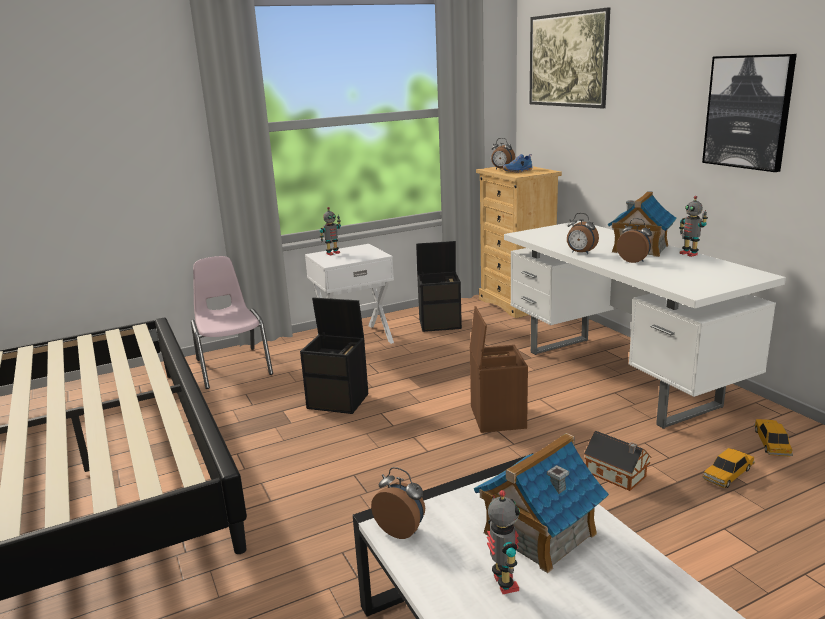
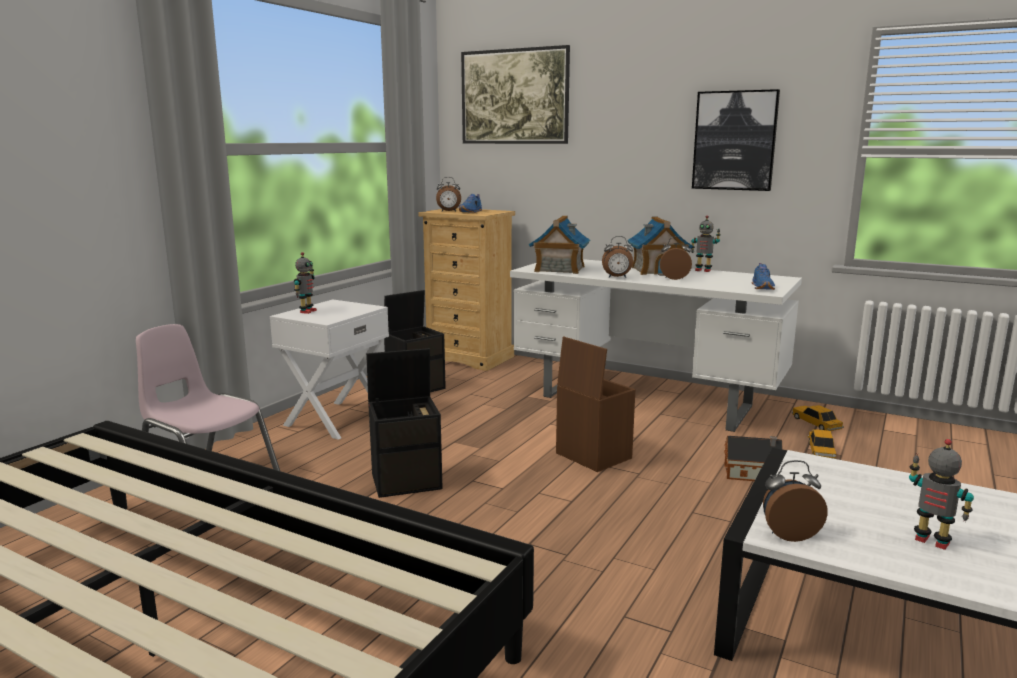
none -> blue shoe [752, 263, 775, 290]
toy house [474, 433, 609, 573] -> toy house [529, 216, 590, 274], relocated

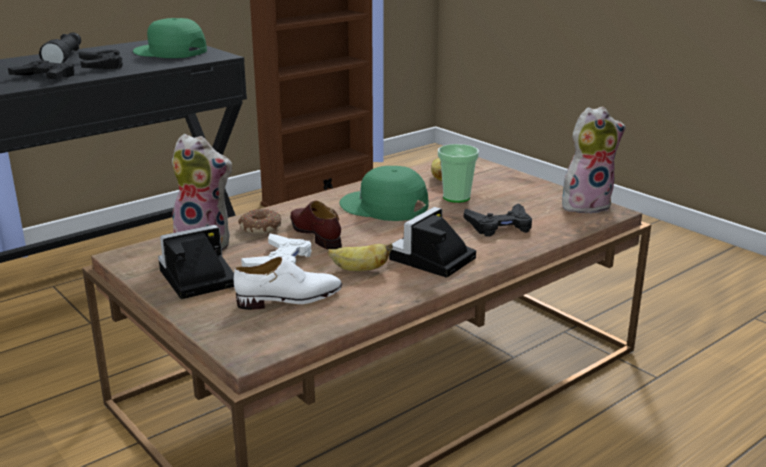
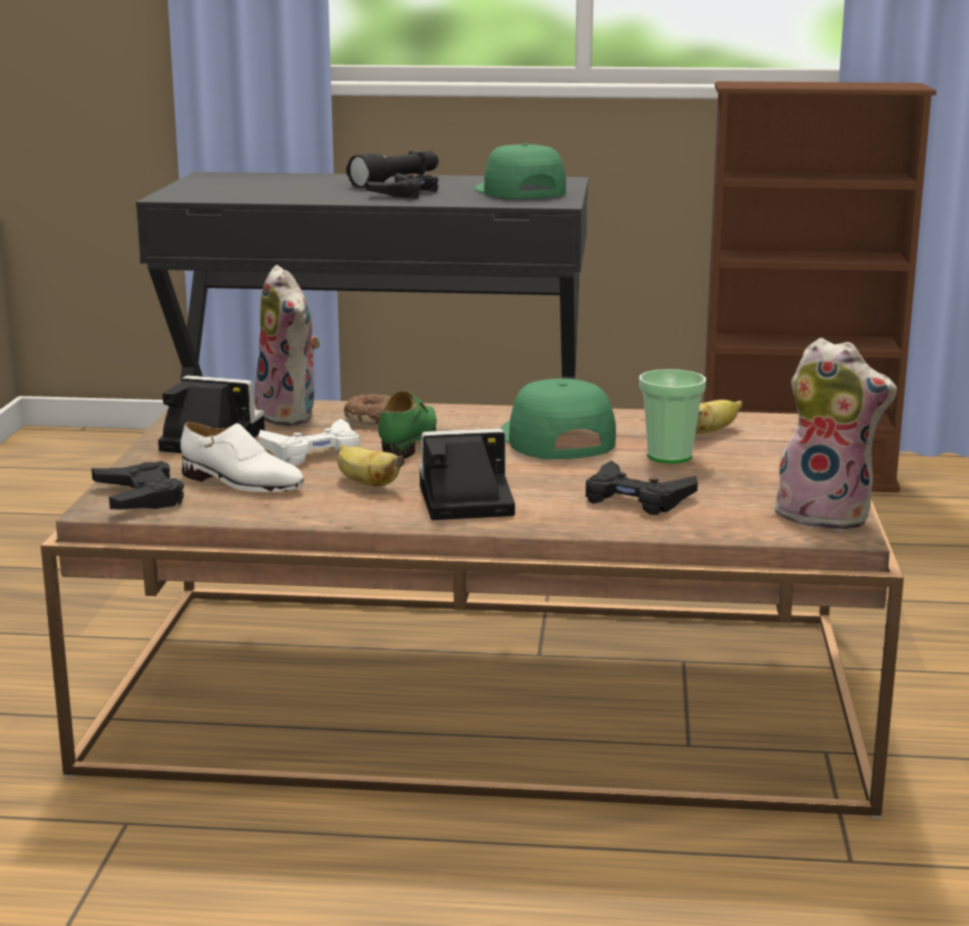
black game controller [8, 60, 74, 79] -> black game controller [91, 461, 184, 510], relocated
brown shoe [291, 201, 342, 249] -> green shoe [378, 390, 437, 459]

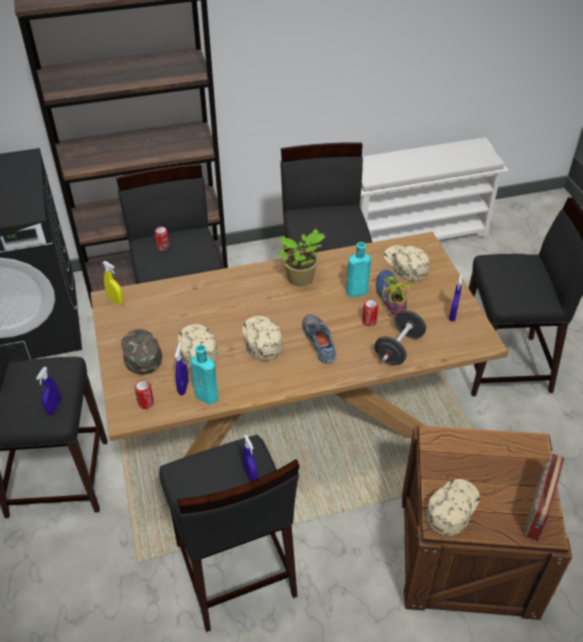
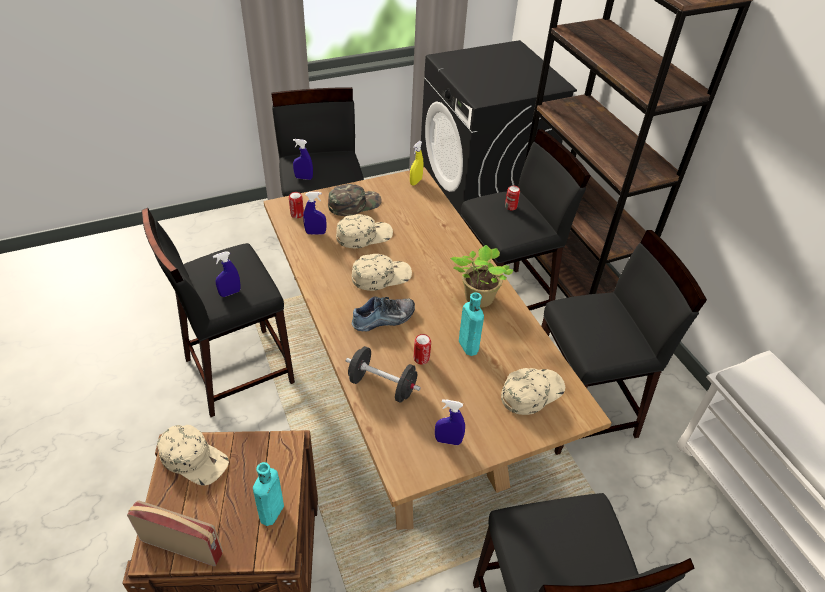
shoe [376, 270, 413, 318] -> none
turquoise bottle [191, 345, 218, 404] -> turquoise bottle [253, 462, 284, 526], relocated

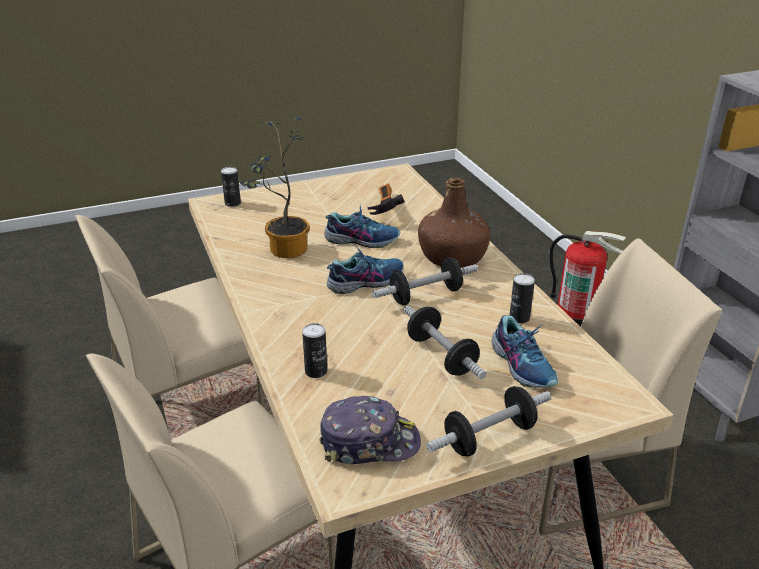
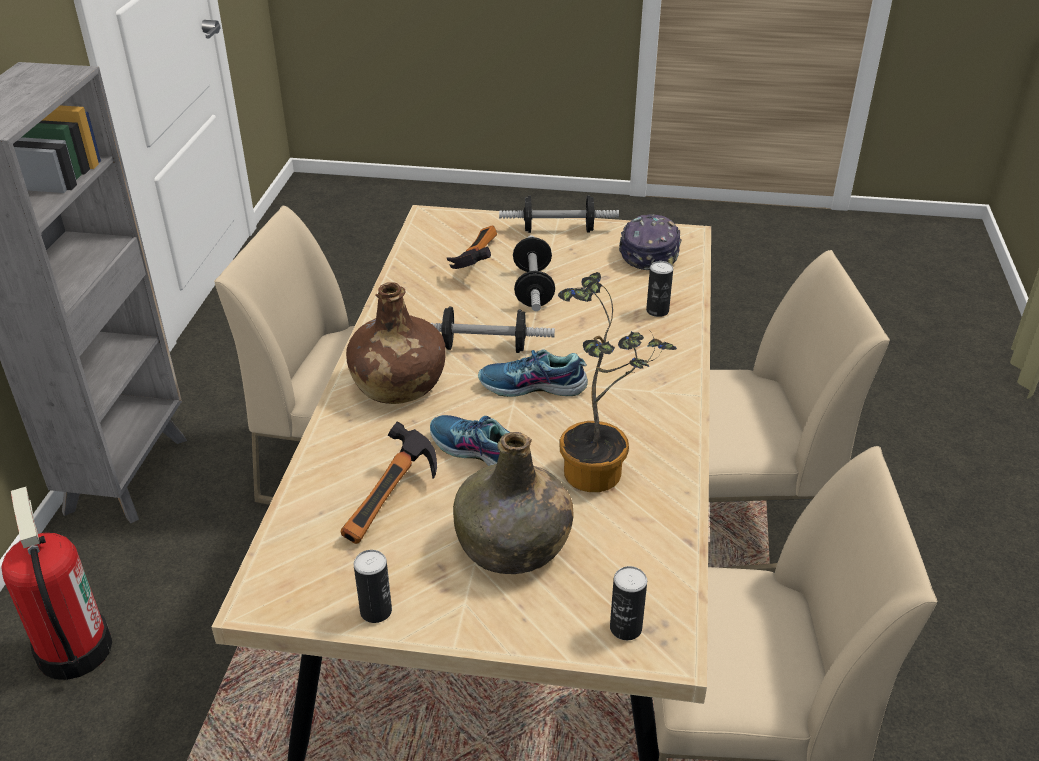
none -> green bottle [453, 432, 574, 574]
can [510, 273, 535, 323] -> can [354, 550, 392, 623], relocated
shoe [491, 315, 558, 388] -> hammer [447, 225, 497, 269]
cap [319, 396, 421, 464] -> cap [619, 214, 682, 270], 75 degrees clockwise

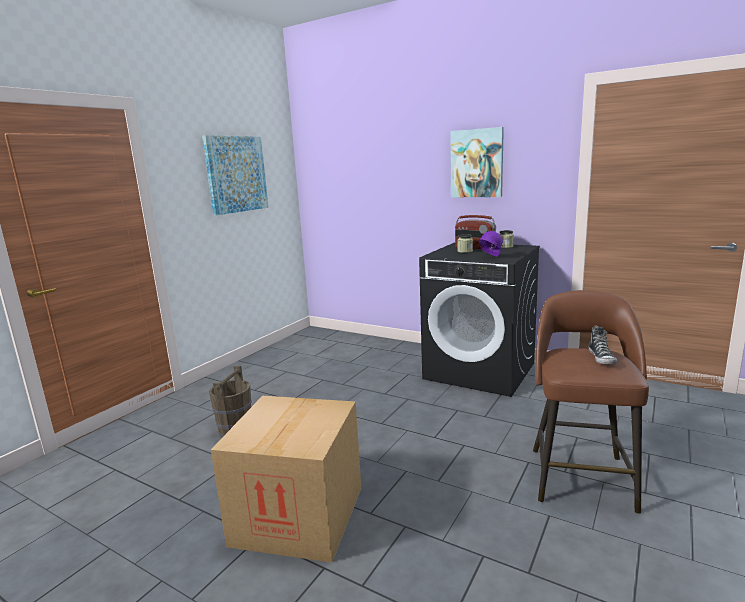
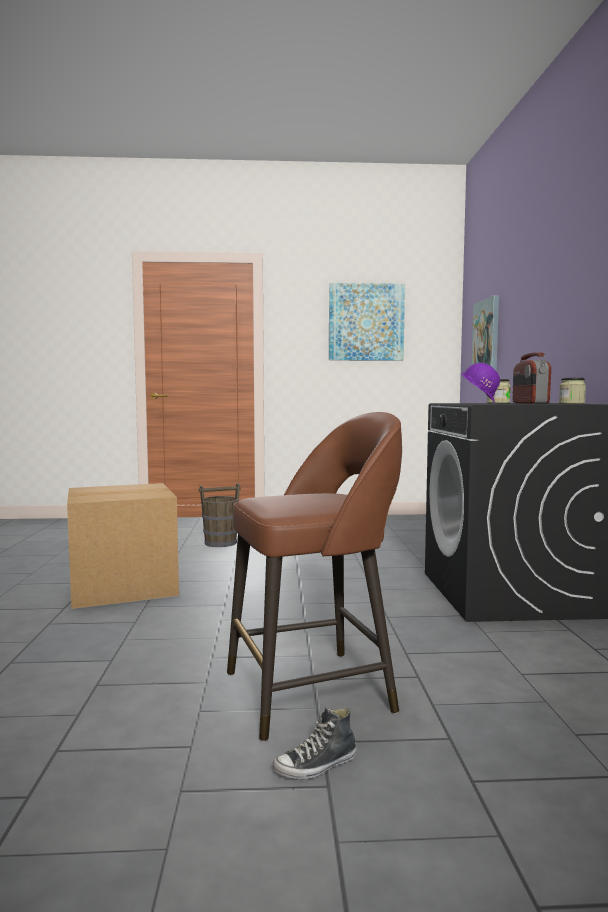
picture [450, 127, 504, 197] -> picture [471, 295, 499, 371], relocated
shoe [589, 326, 617, 365] -> shoe [272, 706, 356, 779], relocated

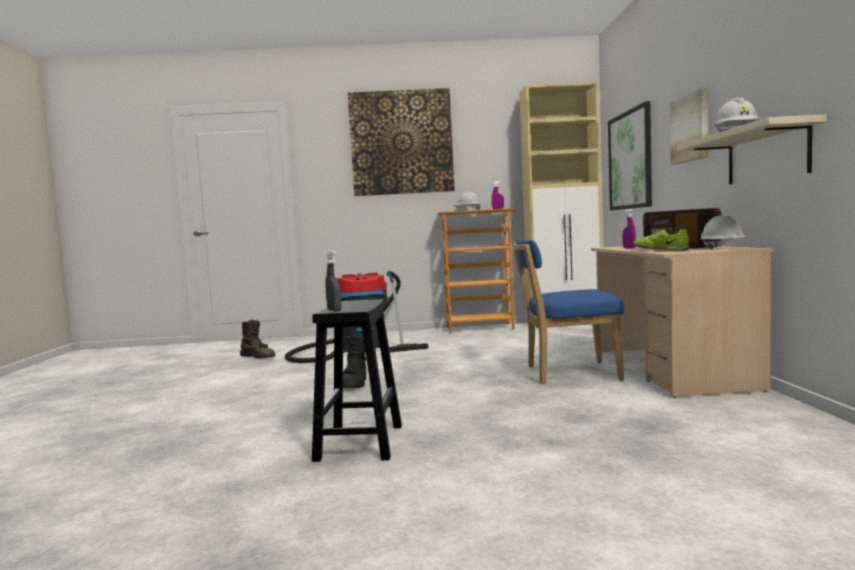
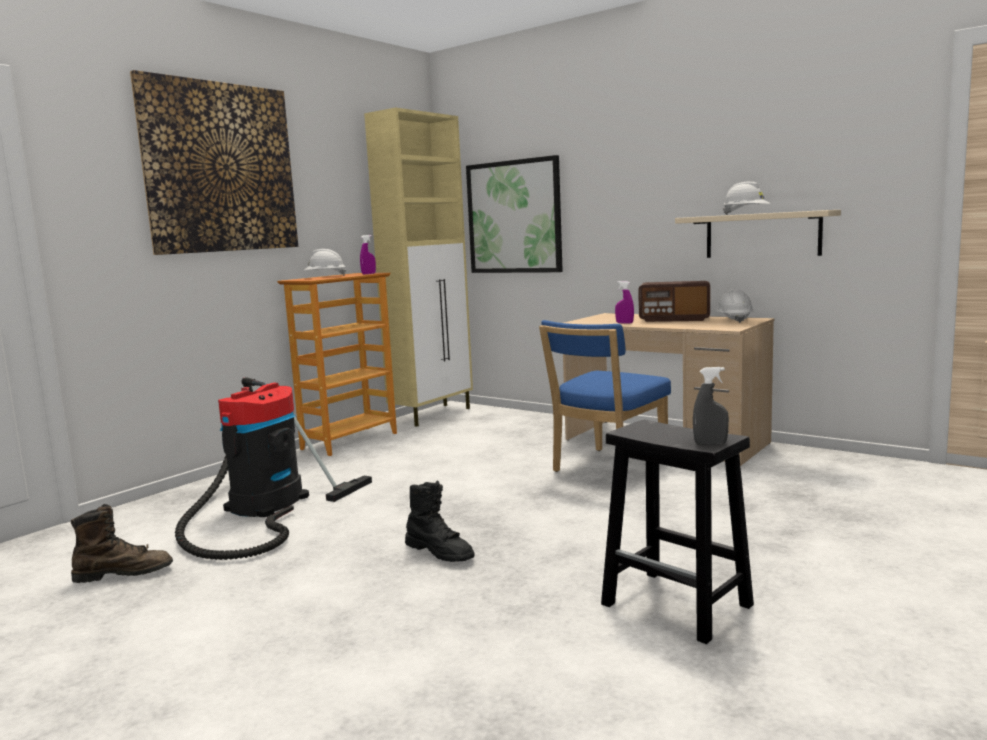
shoe [633, 228, 690, 251] -> none
picture [670, 87, 708, 165] -> none

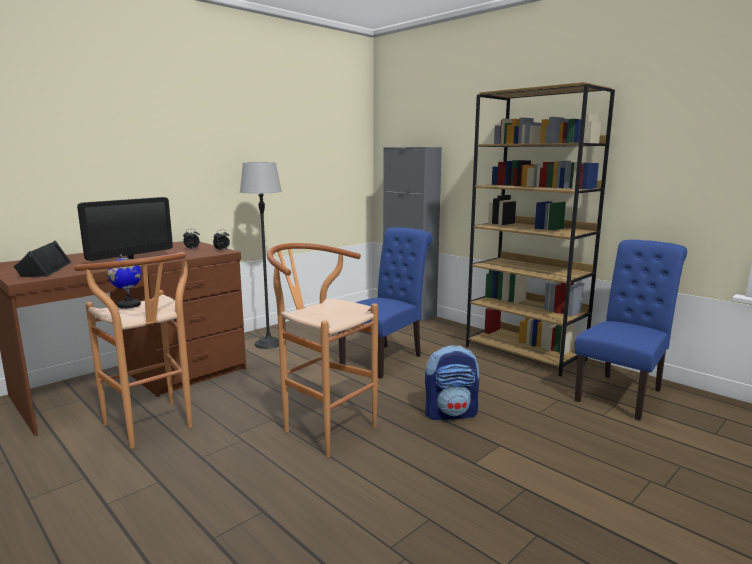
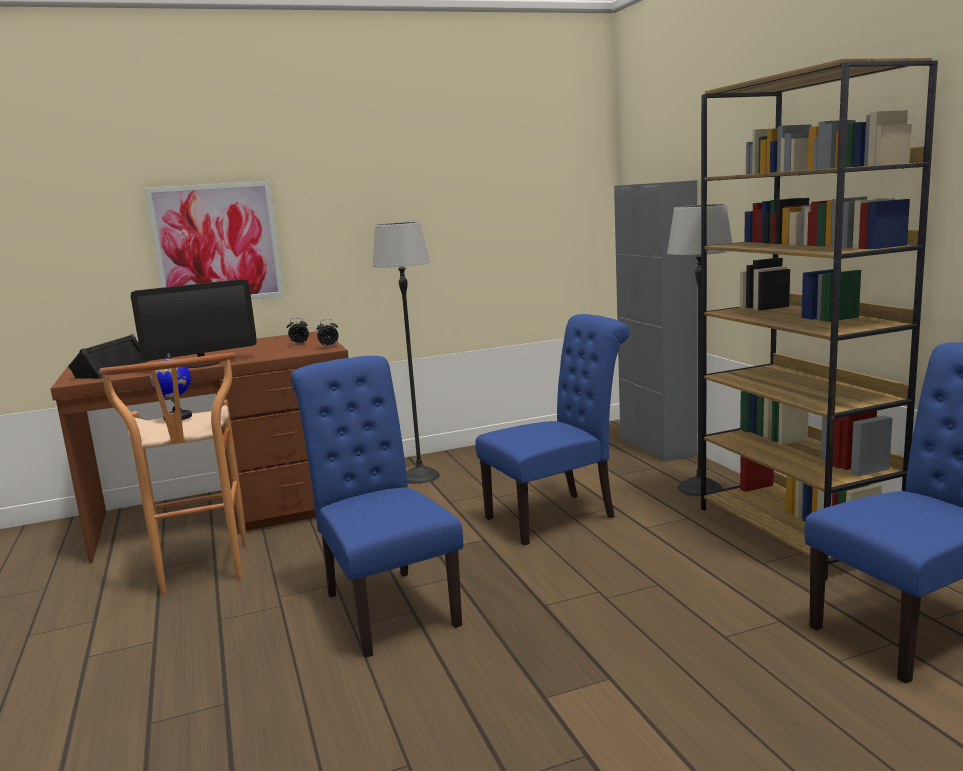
backpack [425, 345, 479, 420] -> none
none -> picture [144, 181, 284, 300]
none -> floor lamp [667, 204, 733, 497]
brown stool [267, 243, 378, 458] -> blue chair [291, 356, 463, 658]

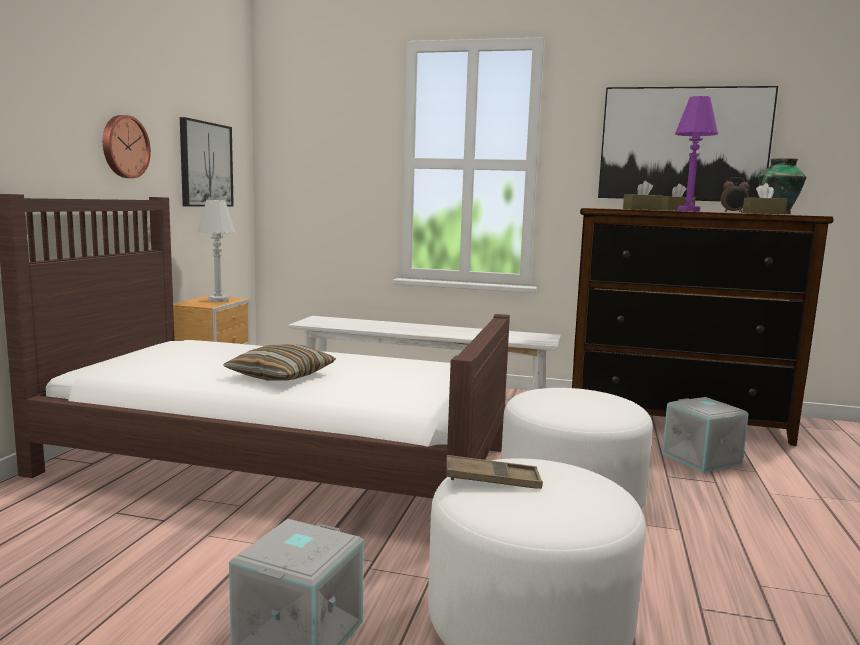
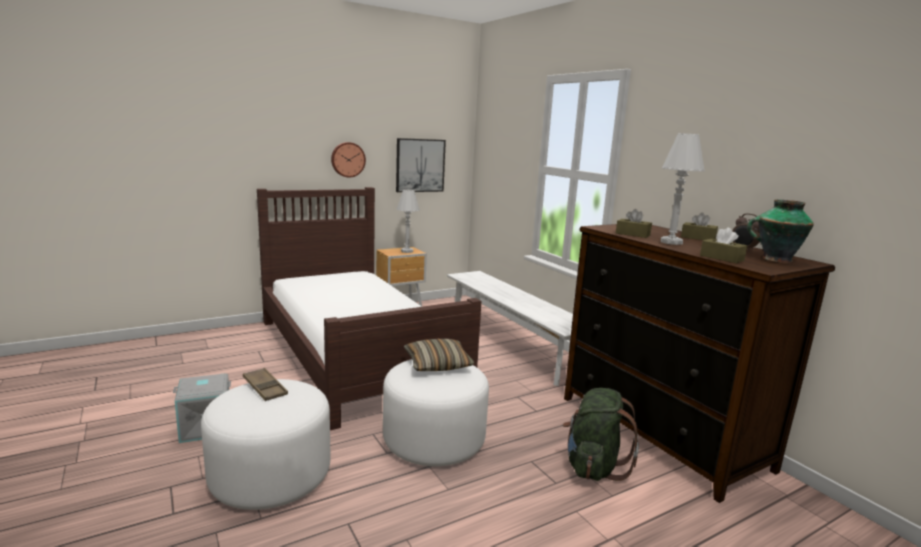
picture [598, 86, 778, 201] -> none
pillow [223, 344, 336, 381] -> pillow [403, 339, 474, 371], relocated
grey storage box [662, 397, 749, 473] -> green backpack [563, 388, 639, 481]
purple table lamp [675, 96, 718, 212] -> white table lamp [661, 133, 705, 245]

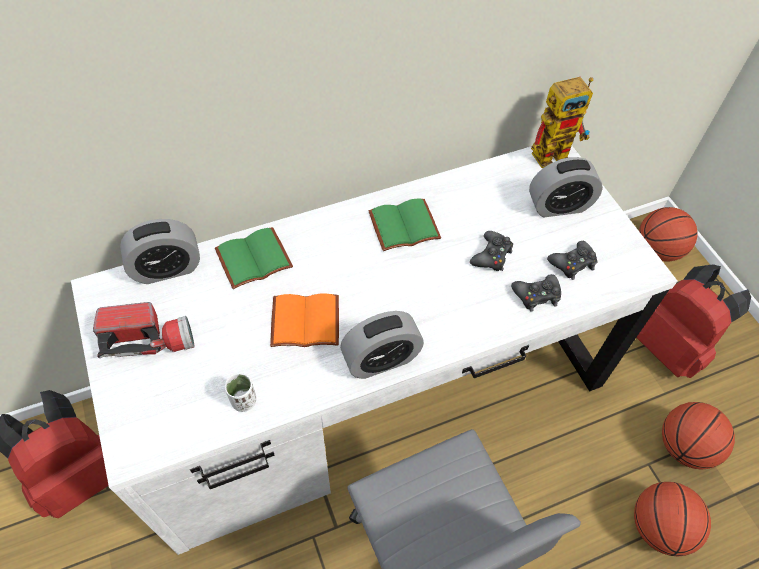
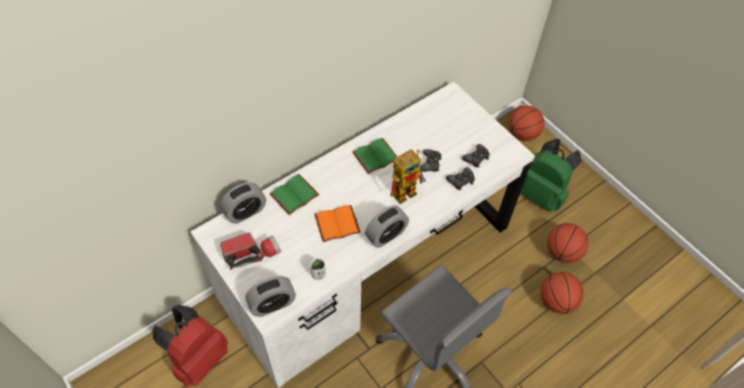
alarm clock [529, 157, 603, 217] -> alarm clock [245, 276, 296, 317], relocated
toy robot [531, 77, 593, 168] -> toy robot [390, 149, 426, 204], relocated
red backpack [636, 264, 751, 378] -> green backpack [520, 139, 581, 212]

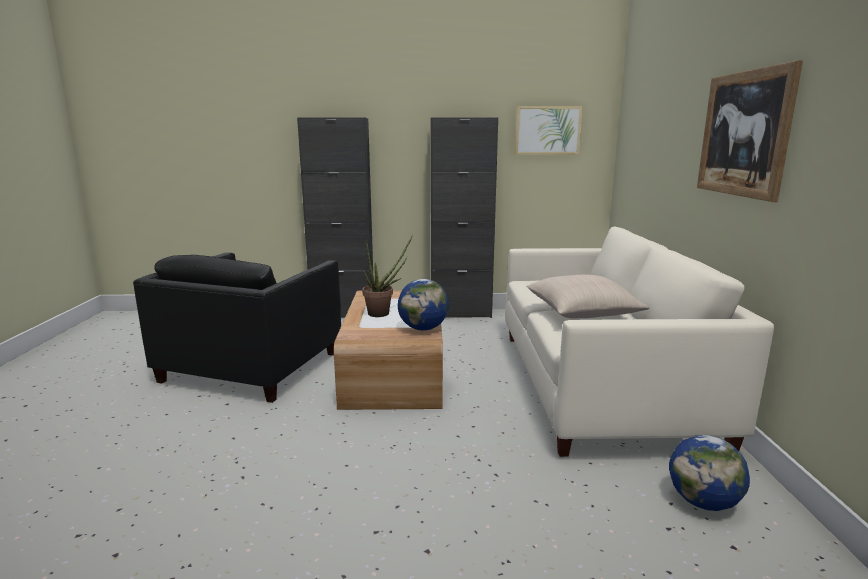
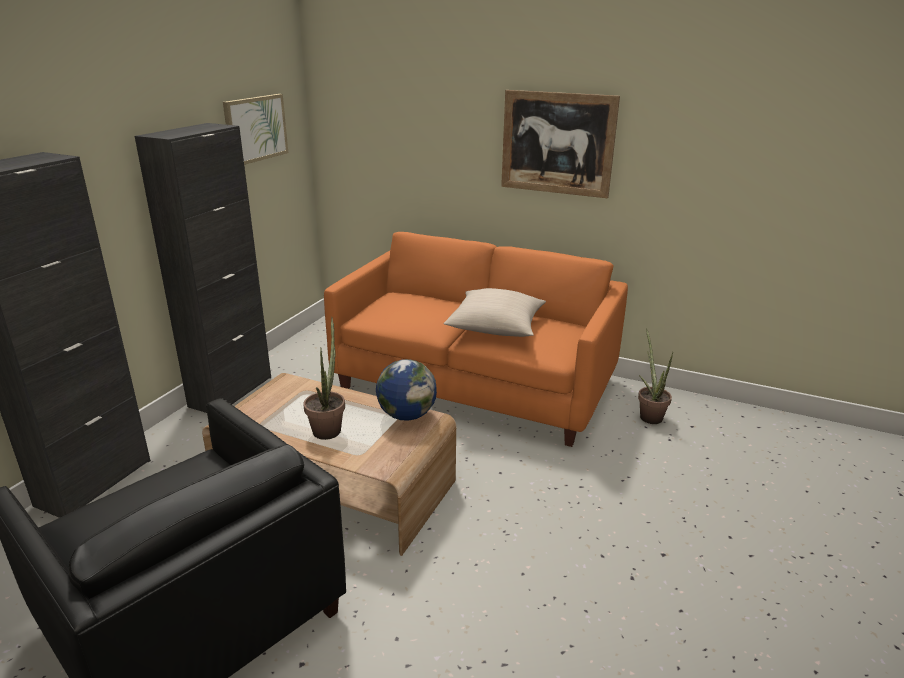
globe [669, 435, 750, 511] -> potted plant [638, 328, 673, 424]
white sofa [505, 227, 774, 457] -> orange sofa [324, 232, 628, 447]

